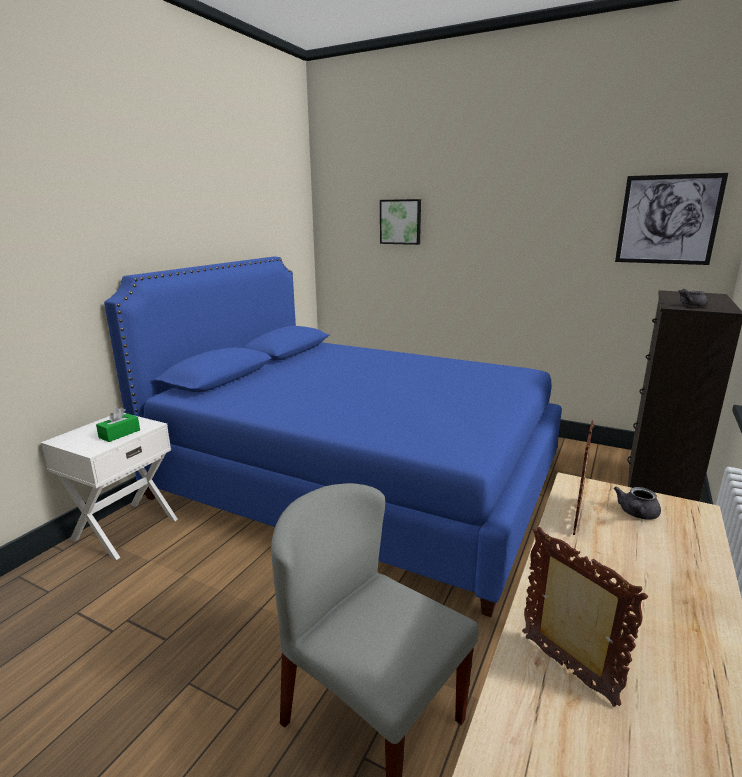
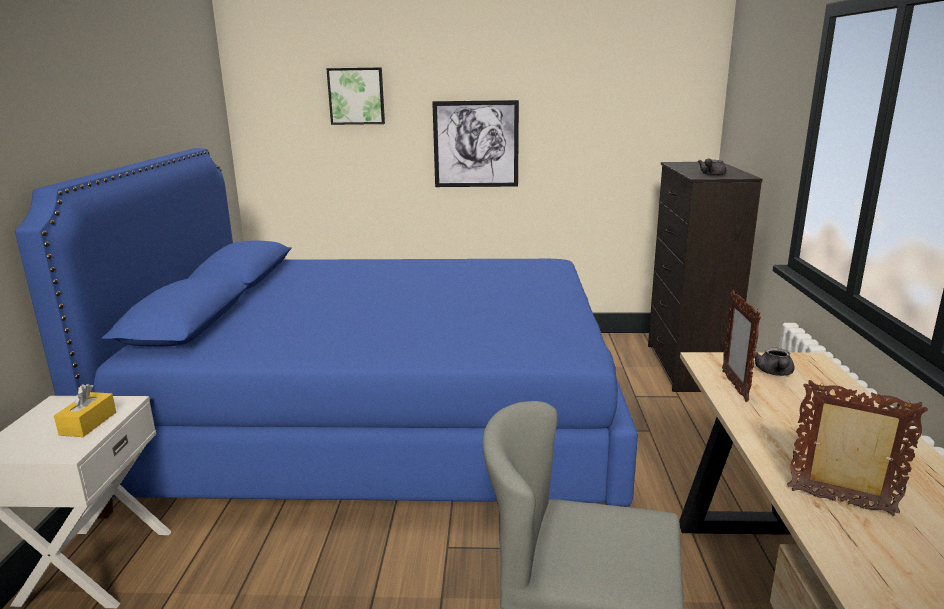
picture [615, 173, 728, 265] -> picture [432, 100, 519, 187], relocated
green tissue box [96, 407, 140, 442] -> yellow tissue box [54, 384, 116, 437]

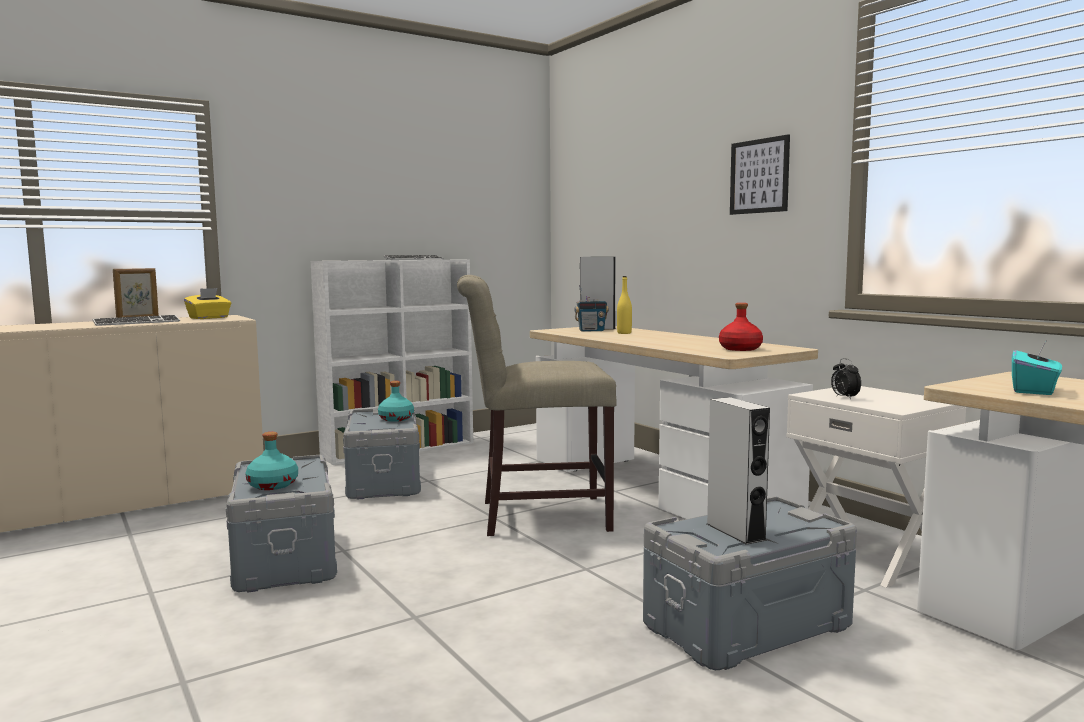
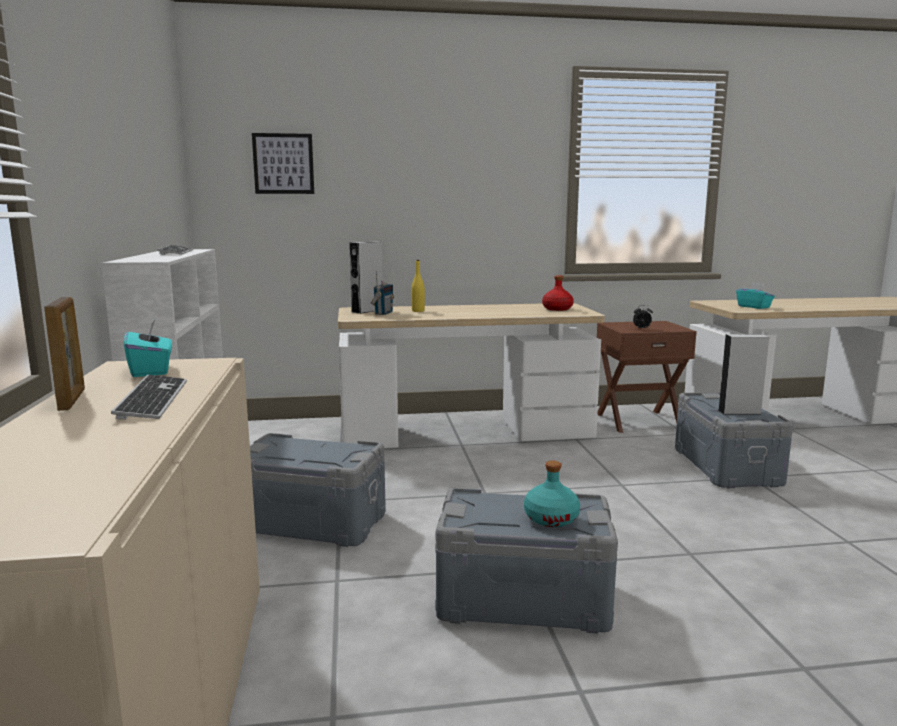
turquoise bottle [378, 381, 414, 422] -> none
beige chair [457, 275, 617, 536] -> none
picture [730, 134, 790, 215] -> picture [252, 133, 314, 194], relocated
yellow tissue box [184, 288, 231, 319] -> turquoise tissue box [124, 320, 172, 377]
white nightstand [786, 386, 966, 588] -> brown nightstand [597, 321, 697, 433]

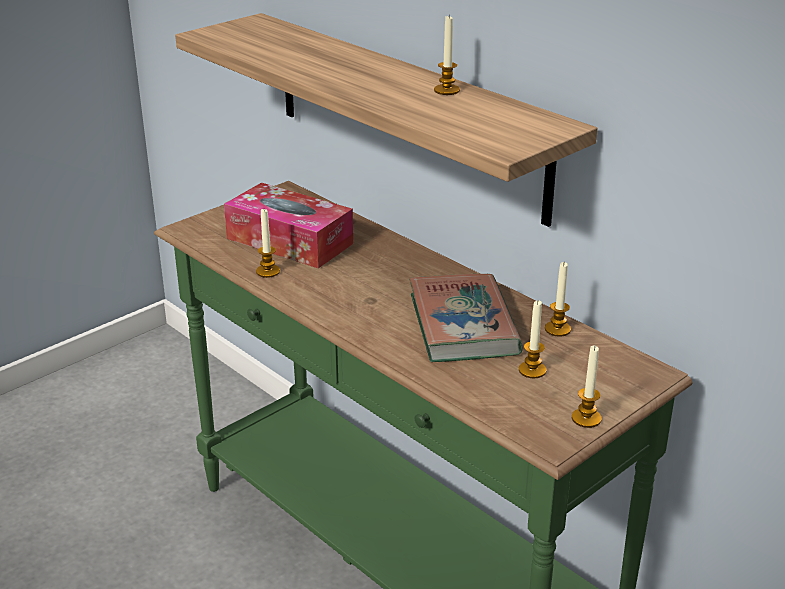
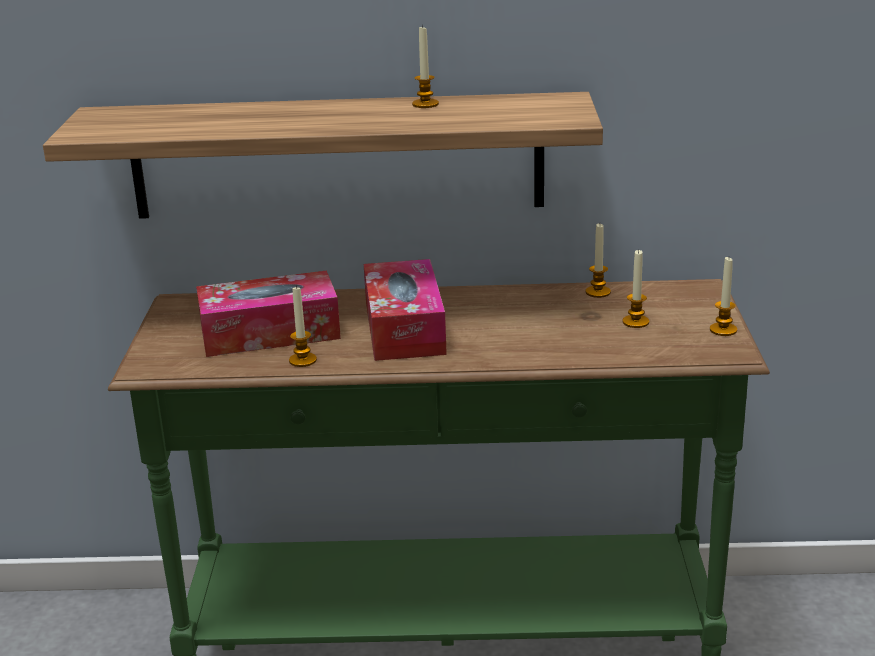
book [409, 274, 523, 362] -> none
none -> tissue box [364, 259, 447, 361]

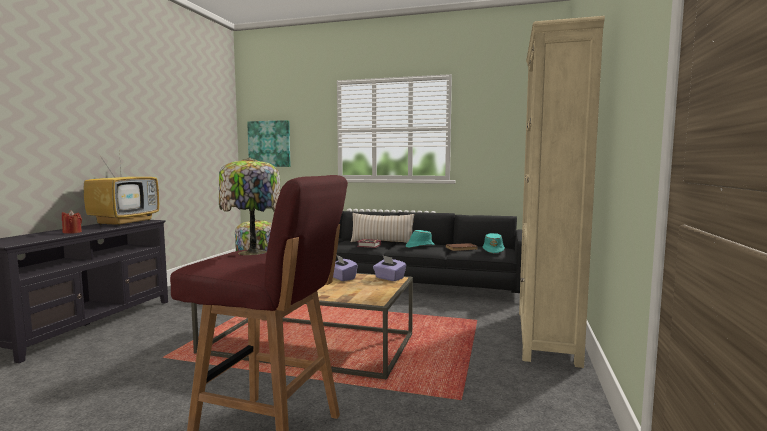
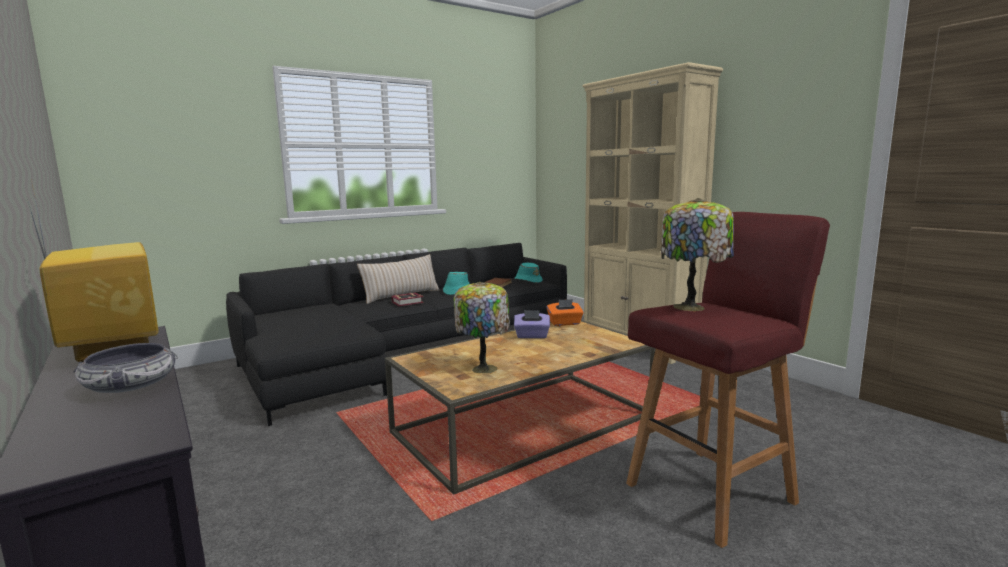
picture [247, 120, 290, 167] -> none
red candle [62, 210, 82, 234] -> bowl [74, 343, 178, 393]
purple tissue box [373, 256, 406, 281] -> orange tissue box [547, 299, 584, 326]

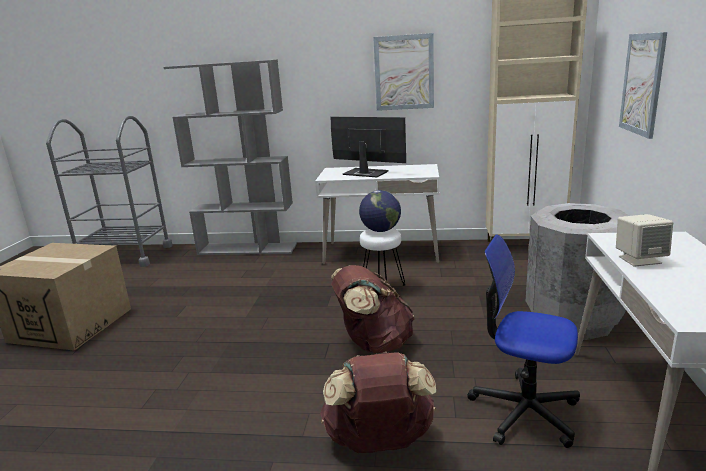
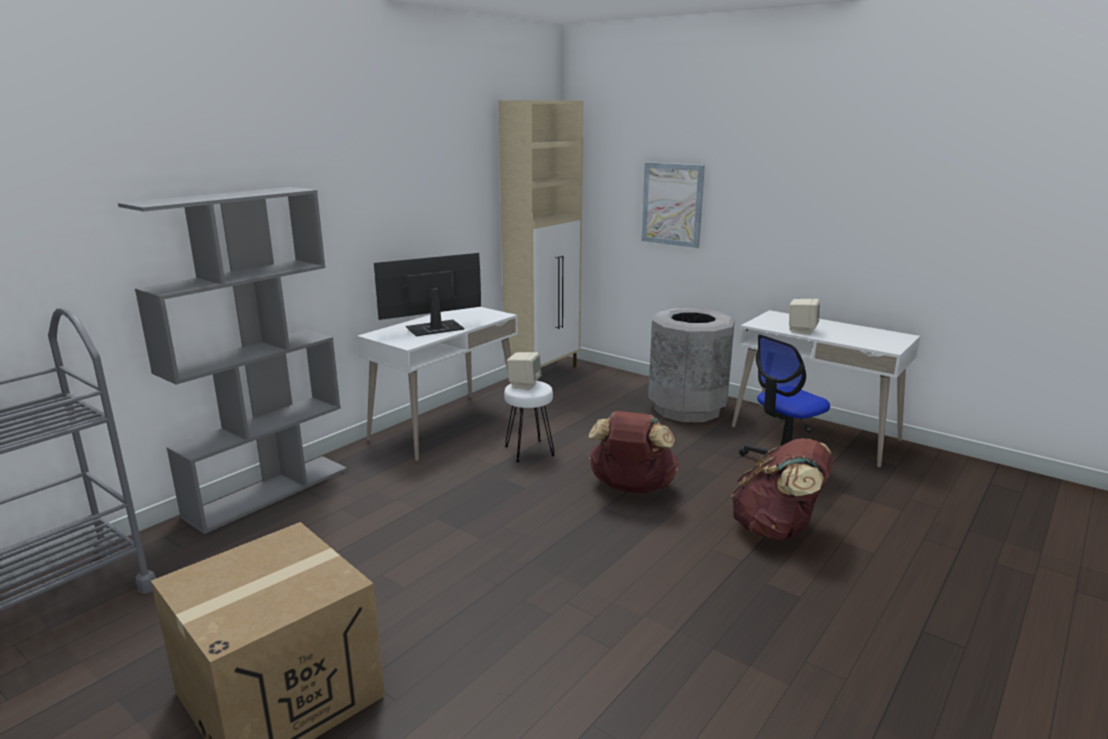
picture [373, 33, 434, 111] -> none
globe [359, 190, 401, 232] -> beige speaker [507, 352, 541, 390]

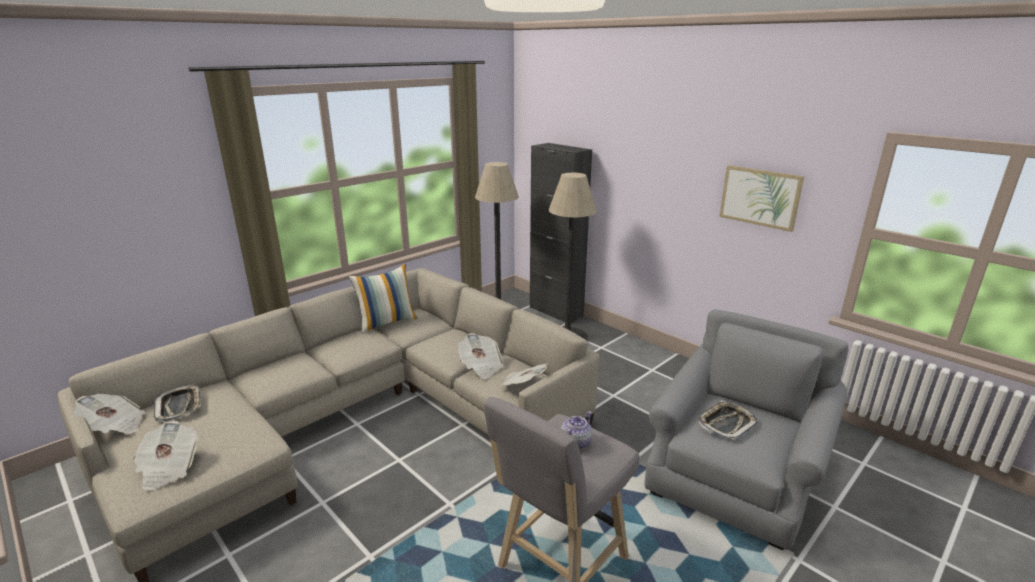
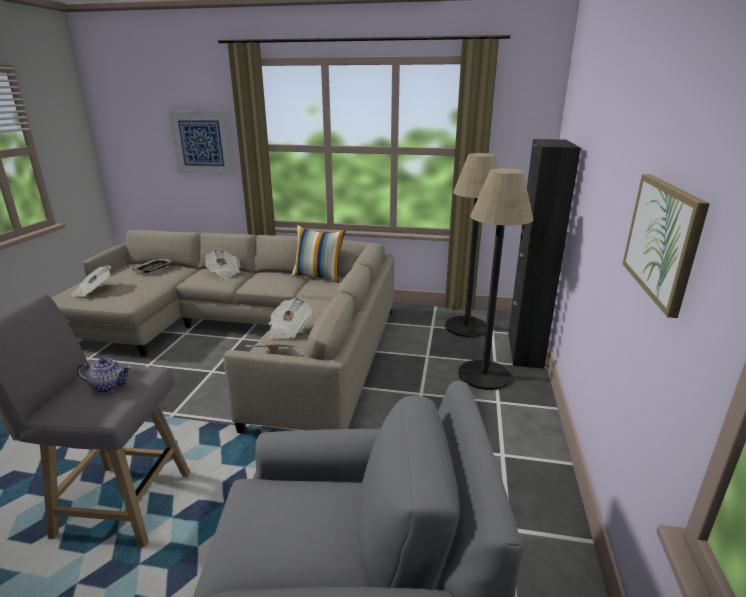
tray [698, 400, 757, 440] -> none
none -> picture [169, 111, 233, 175]
newspaper [72, 394, 145, 434] -> newspaper [205, 249, 240, 279], relocated

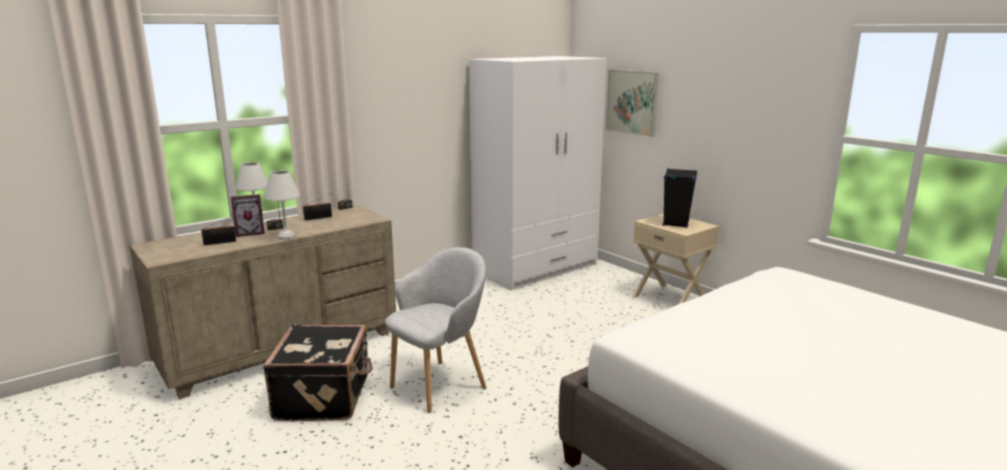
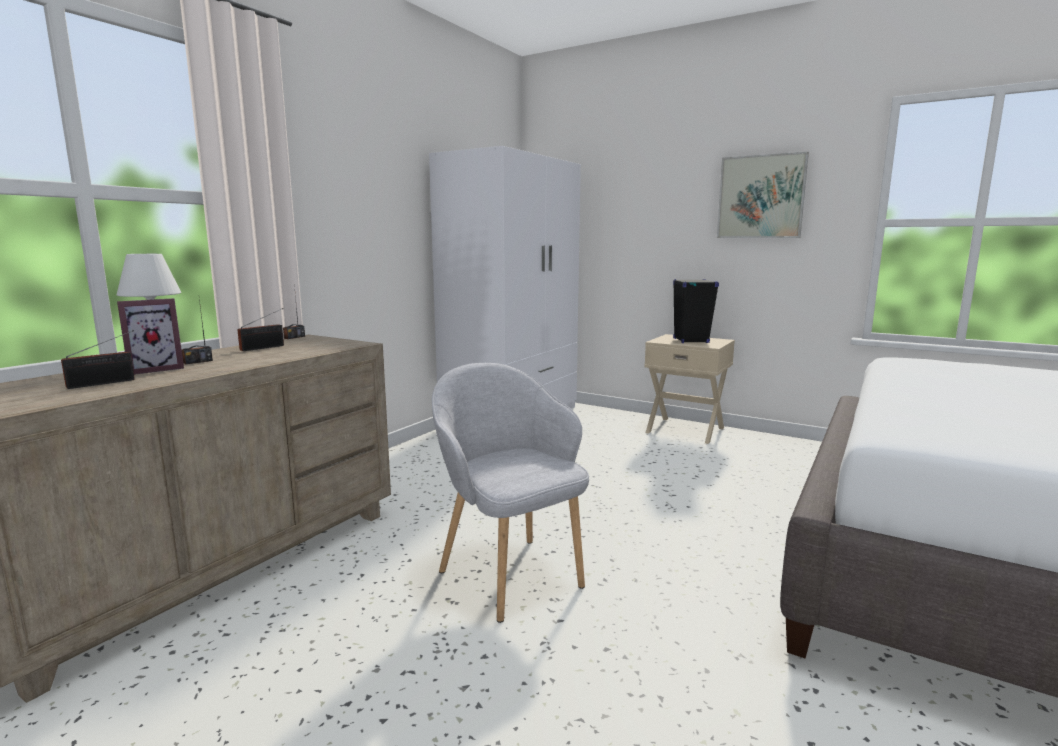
black suitcase [263, 324, 372, 421] -> none
white table lamp [264, 171, 300, 239] -> none
picture [606, 69, 659, 137] -> picture [717, 152, 809, 238], relocated
grey armchair [385, 247, 487, 413] -> grey armchair [432, 363, 589, 623], 60 degrees counterclockwise

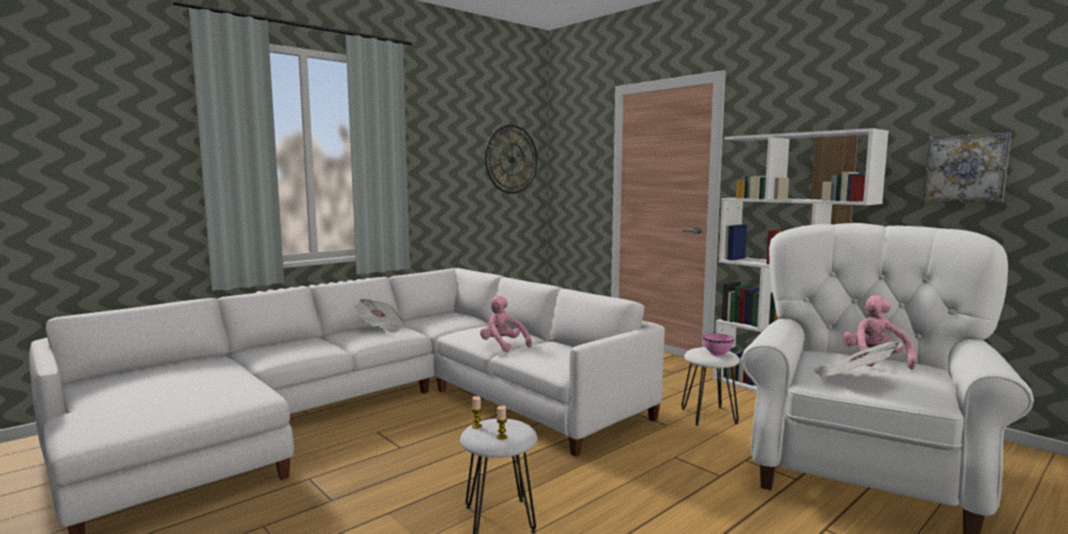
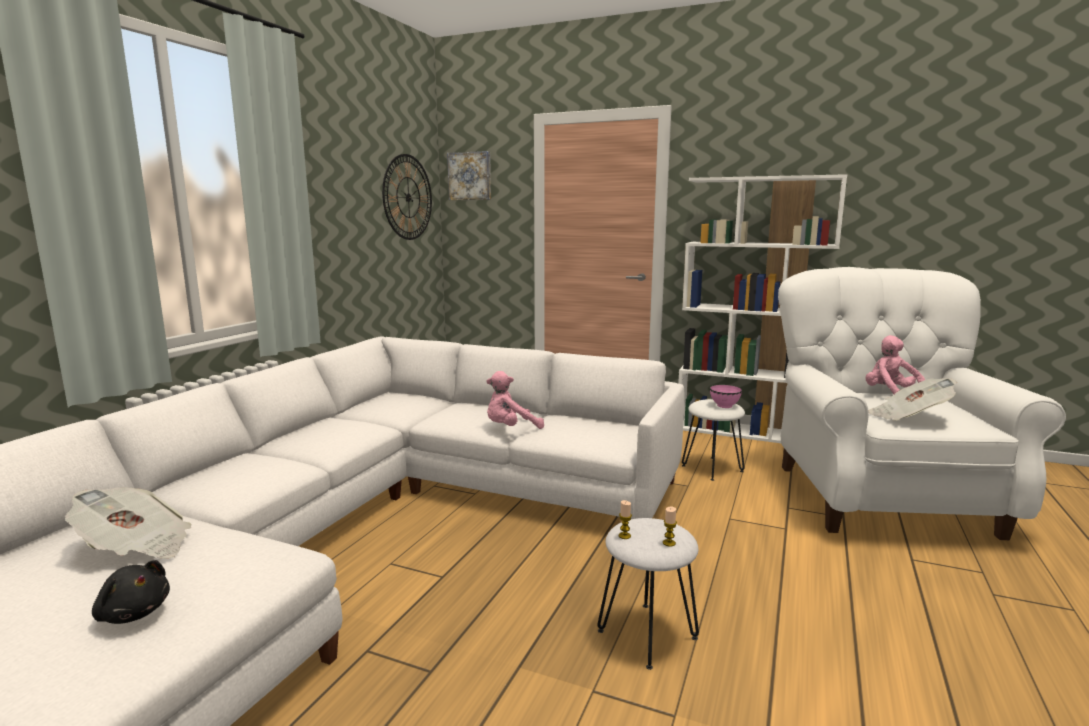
none -> black plush toy [92, 560, 170, 624]
newspaper [355, 299, 406, 333] -> newspaper [65, 487, 192, 559], relocated
picture [923, 133, 1011, 203] -> picture [447, 151, 491, 200], relocated
pink plush toy [480, 295, 532, 352] -> pink plush toy [486, 371, 544, 429], 45 degrees counterclockwise

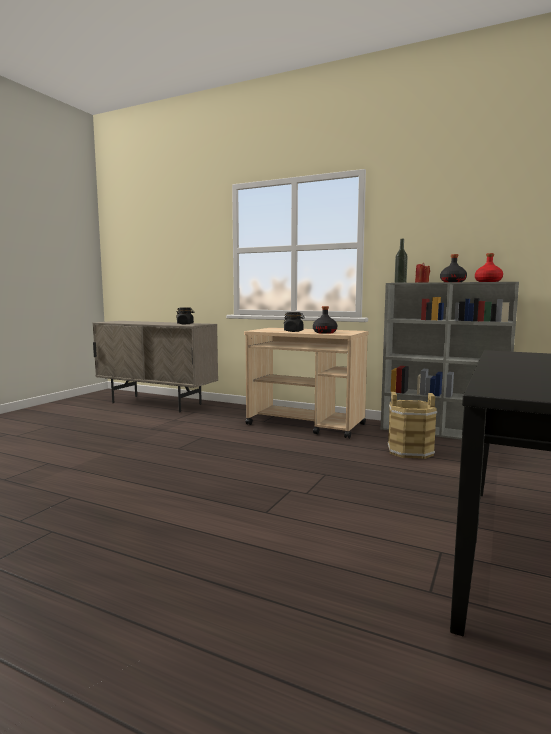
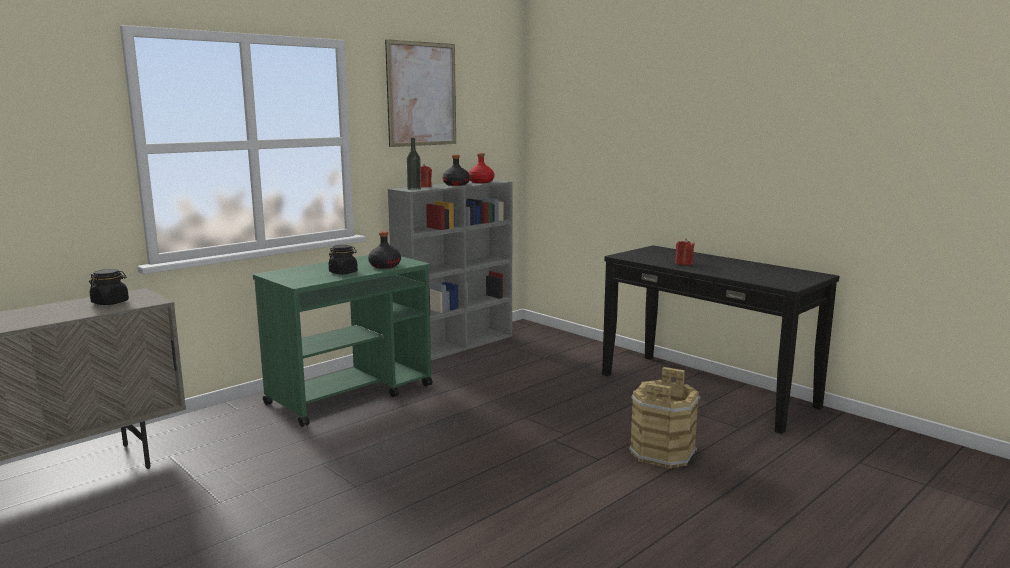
none -> picture [385, 39, 456, 147]
none -> red candle [675, 238, 695, 265]
brown bucket [388, 392, 437, 459] -> brown bucket [629, 367, 700, 469], relocated
beige cart [244, 328, 369, 439] -> green cart [253, 255, 433, 427]

